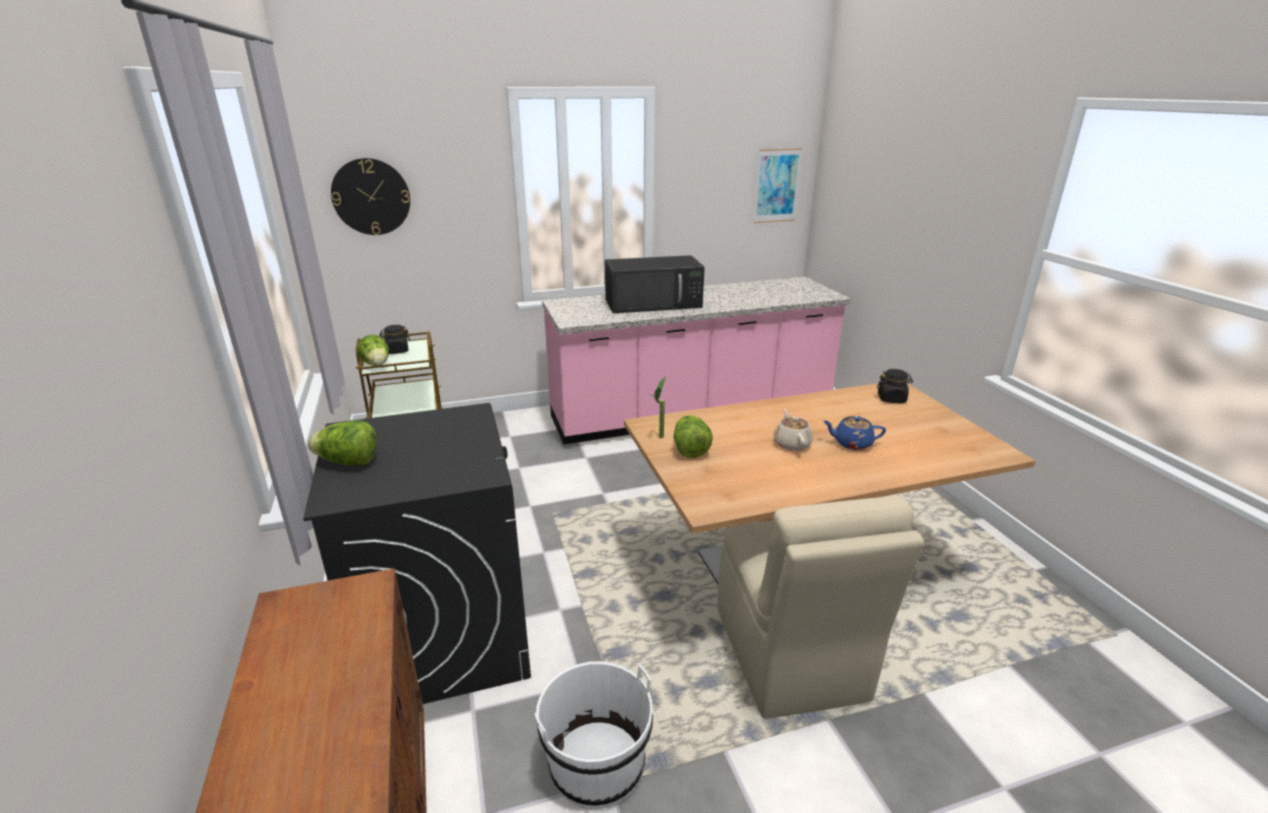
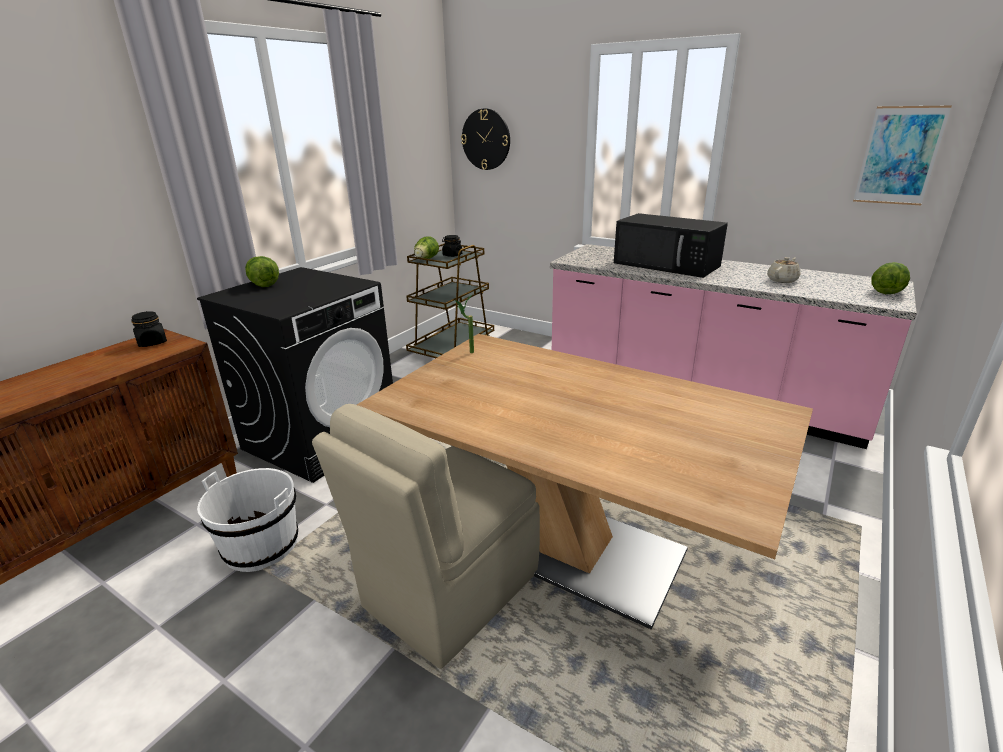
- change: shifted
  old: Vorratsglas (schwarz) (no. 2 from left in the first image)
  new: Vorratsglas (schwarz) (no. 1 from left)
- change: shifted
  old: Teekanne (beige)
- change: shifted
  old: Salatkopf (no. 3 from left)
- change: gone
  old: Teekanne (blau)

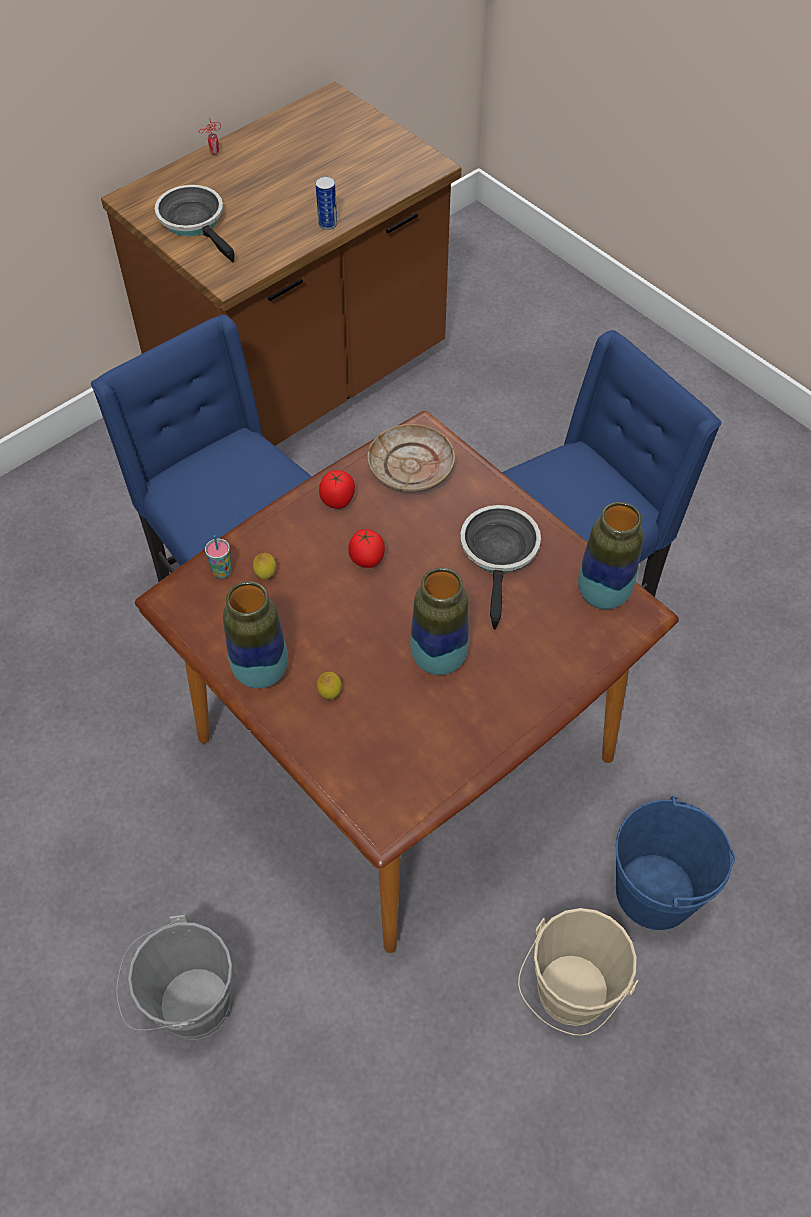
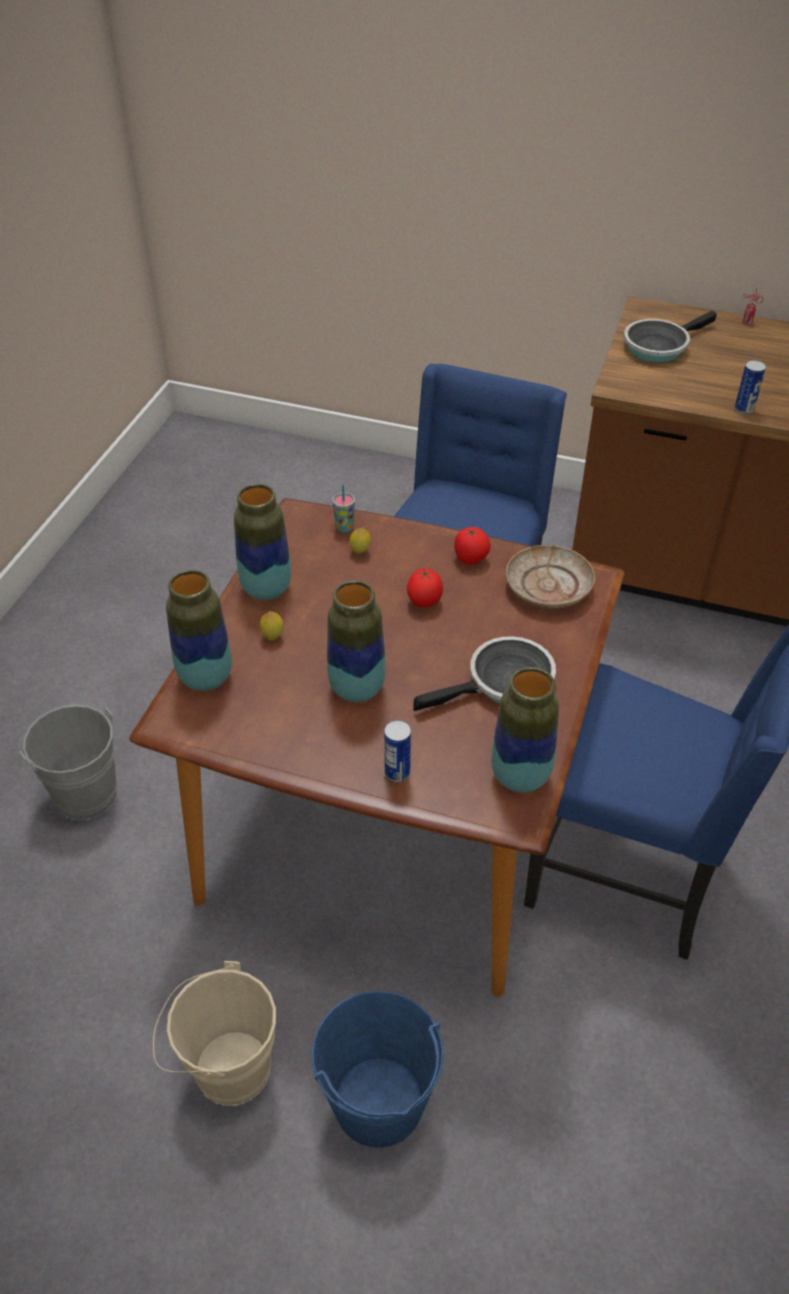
- change: rotated
  old: Pfanne (no. 1 from left in the first image)
  degrees: -150
- change: new
  new: Vase (no. 1 from left)
- change: new
  new: Dose (no. 1 from left)

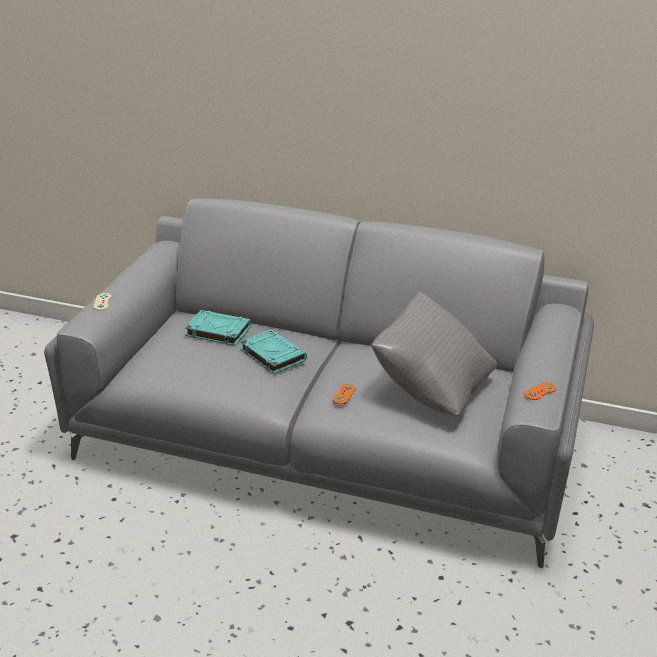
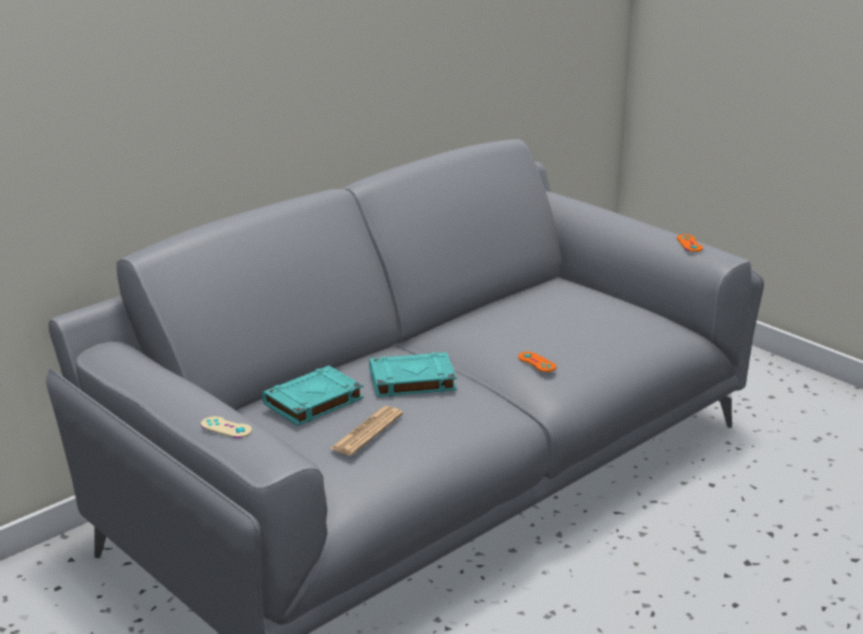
- change: gone
  old: Kissen (grau)
- change: new
  new: Zeitung

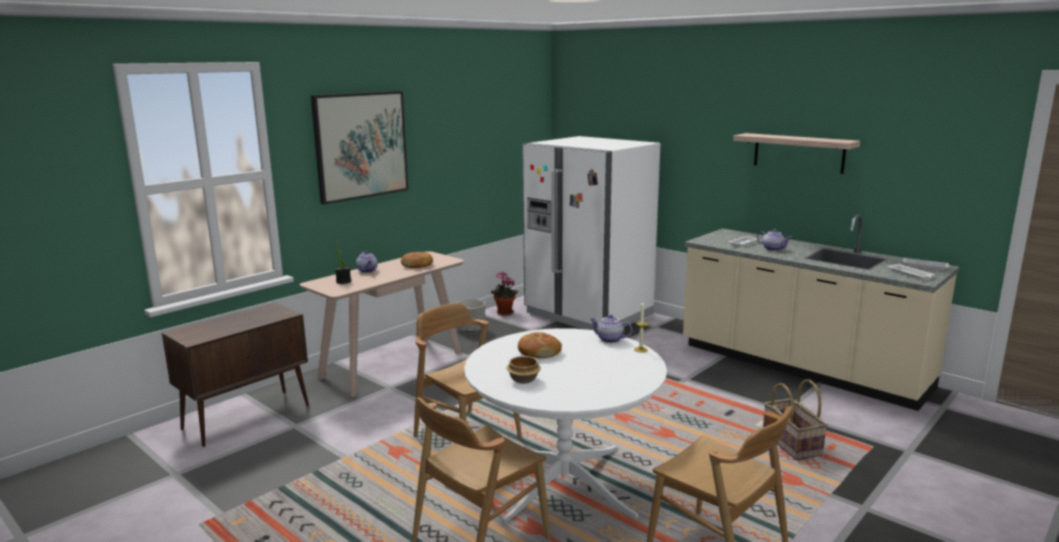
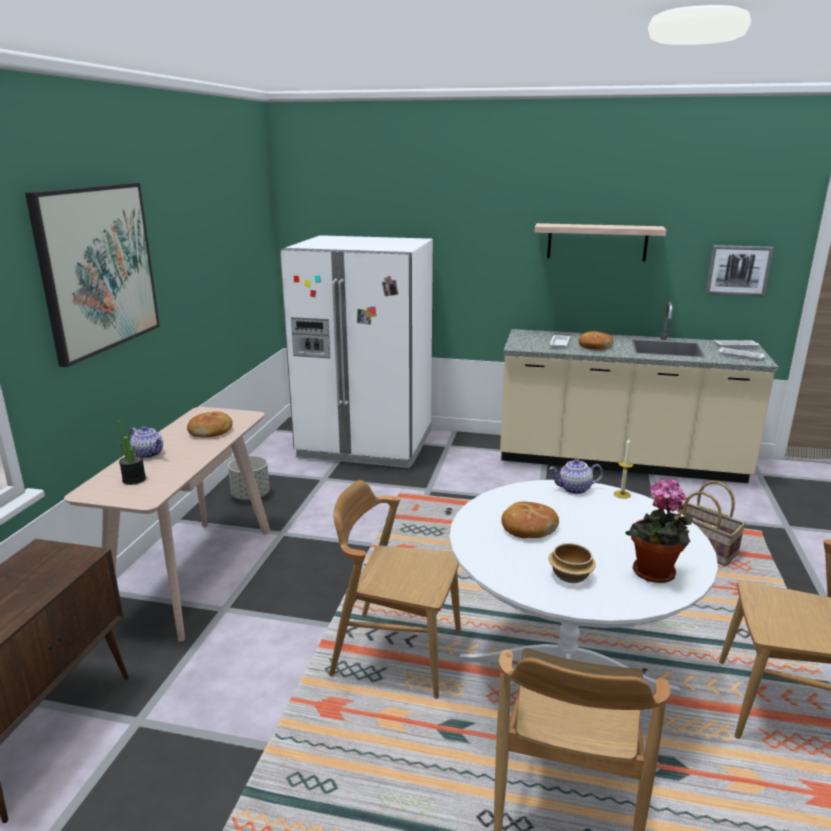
- change: swapped
  old: Teekanne (no. 3 from left)
  new: Brot (no. 3 from left)
- change: shifted
  old: Topfpflanze (no. 2 from left)
- change: new
  new: Bild (no. 2 from left)

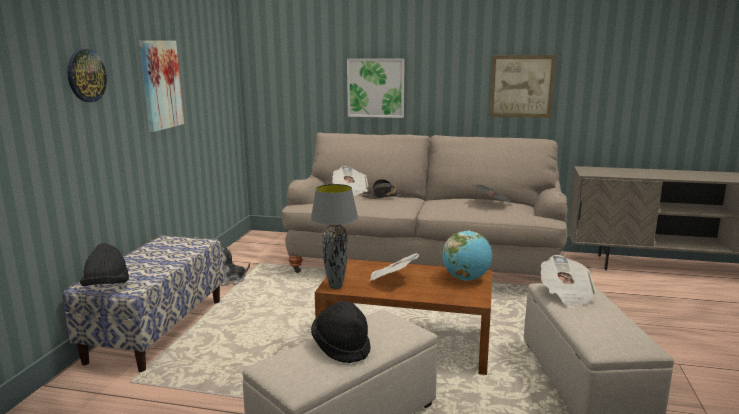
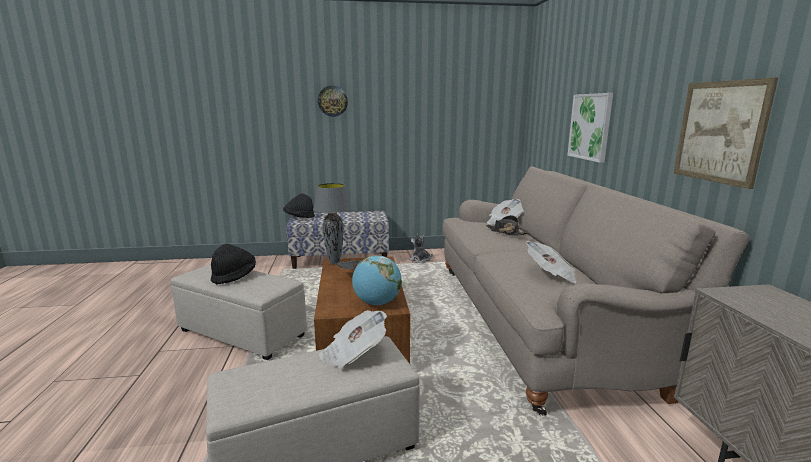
- change: gone
  old: Bild (no. 1 from left)

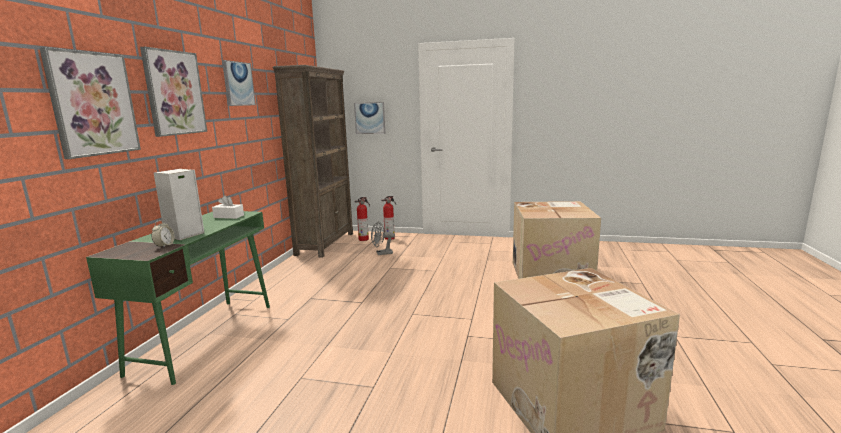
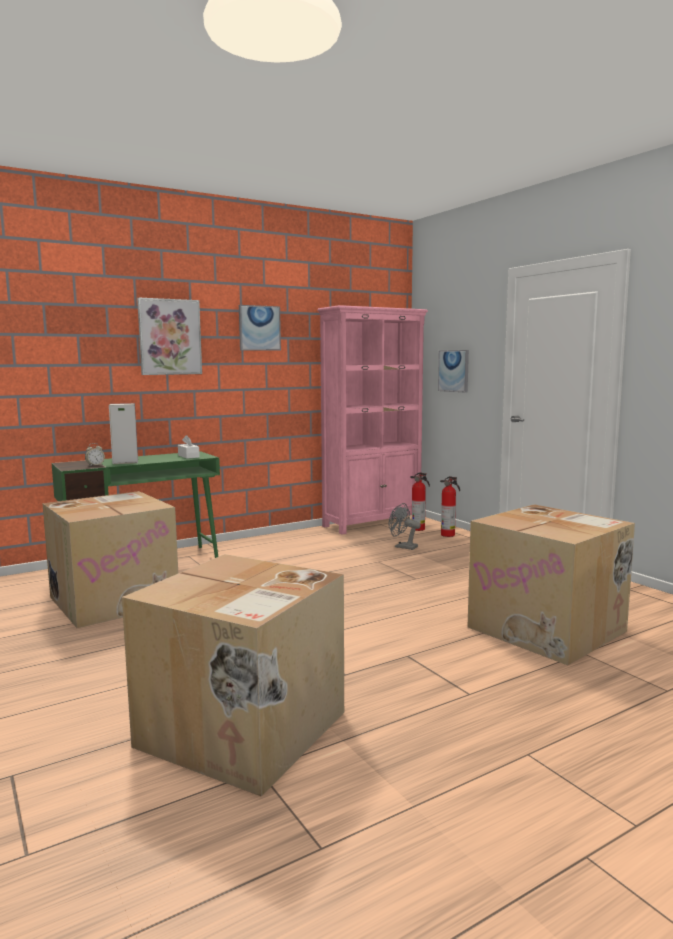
- change: gone
  old: Bild (no. 1 from left)
- change: repainted
  old: Bücherregal (braun)
  new: Bücherregal (rosa)
- change: new
  new: Karton (no. 1 from left)

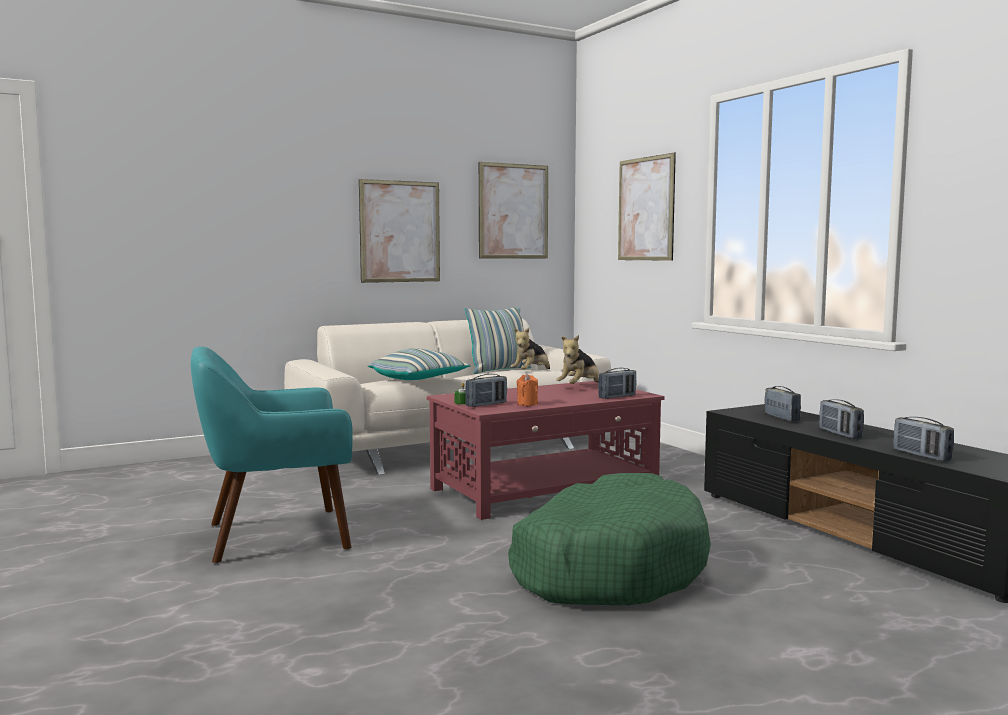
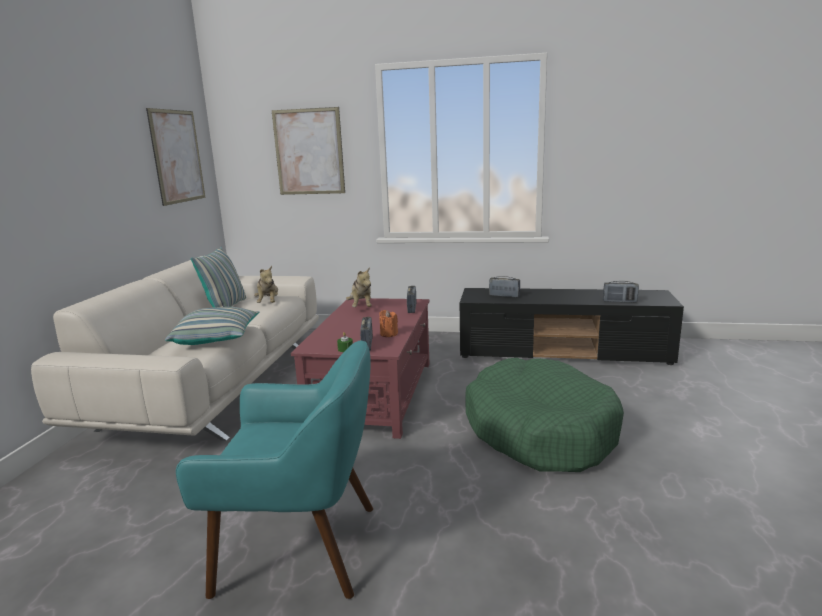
- change: gone
  old: Bild (no. 1 from left)
- change: rotated
  old: Sessel (türkis)
  degrees: -105
- change: gone
  old: Radio (no. 4 from left)

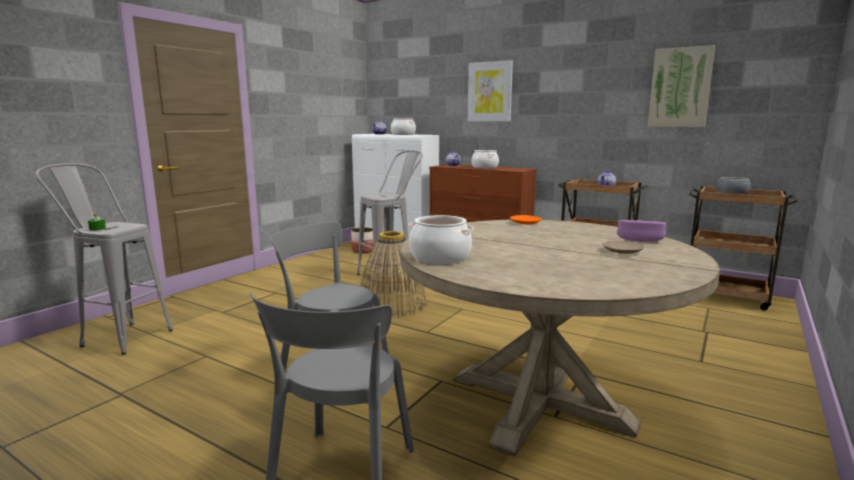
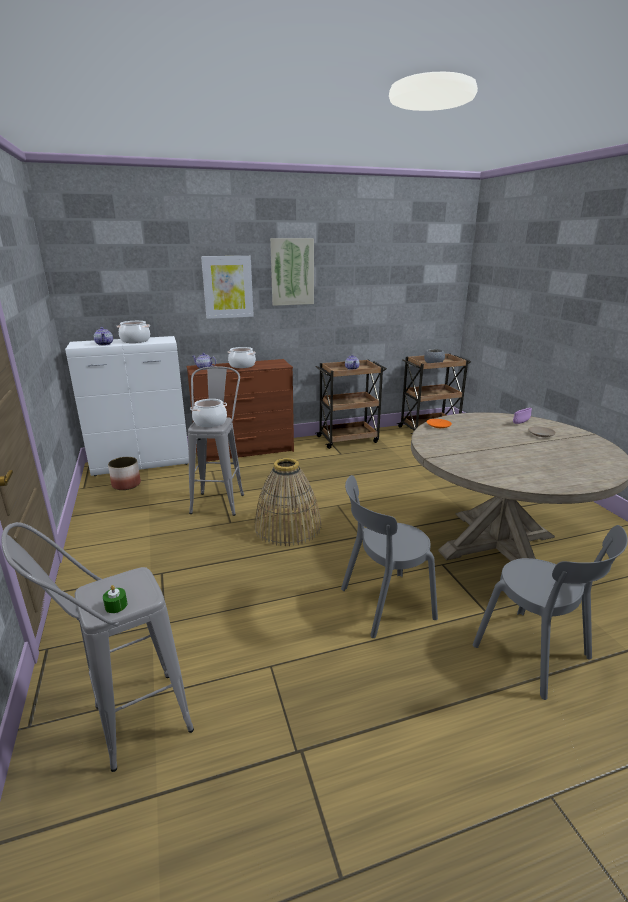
- change: shifted
  old: Bild (no. 2 from left)
- change: shifted
  old: Kochtopf (no. 2 from left)

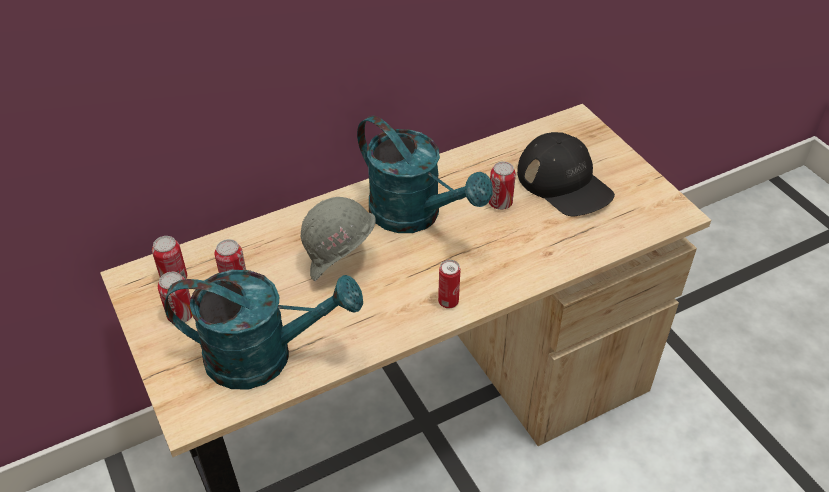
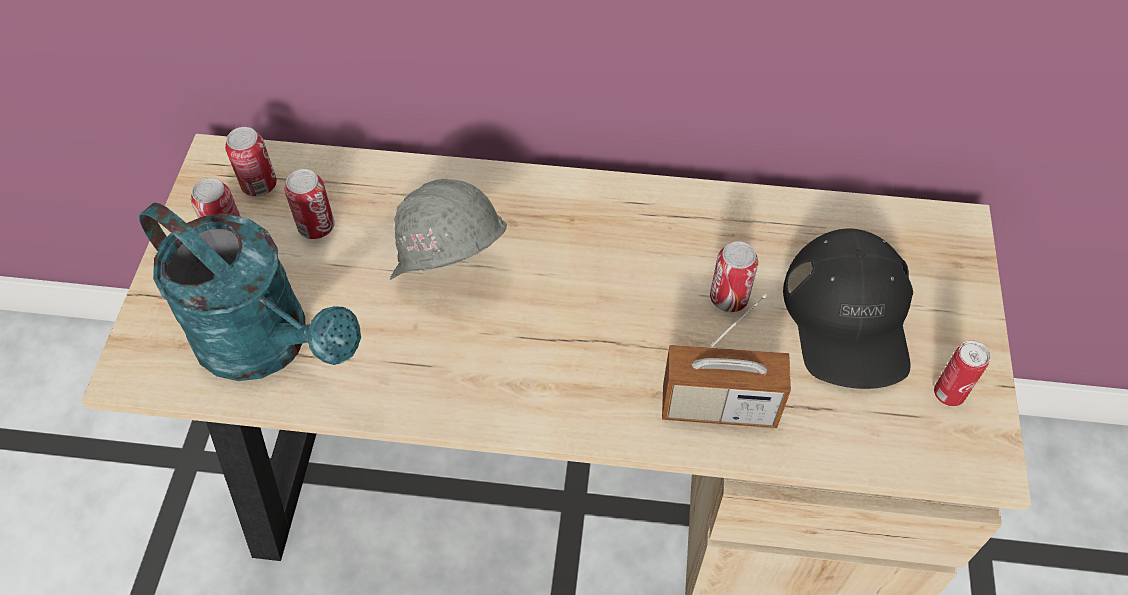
- change: gone
  old: Gießkanne (türkis) (no. 2 from left)
- change: shifted
  old: Dose (no. 4 from left in the first image)
  new: Dose (no. 5 from left)
- change: new
  new: Radio

